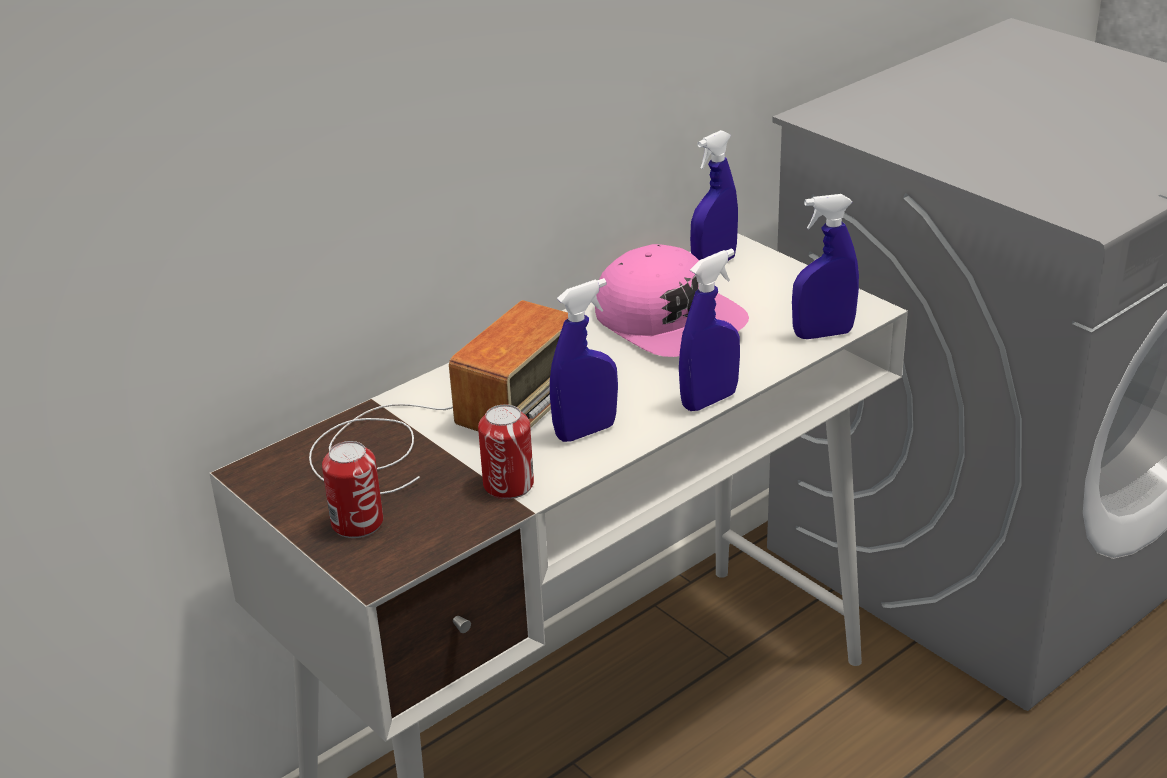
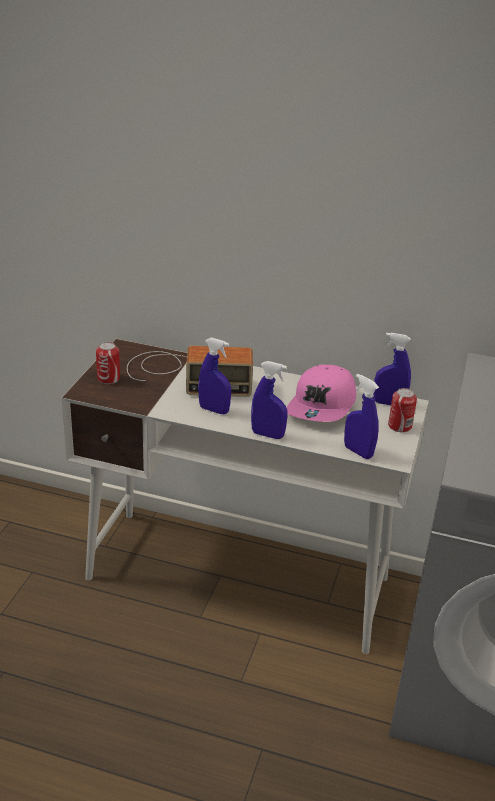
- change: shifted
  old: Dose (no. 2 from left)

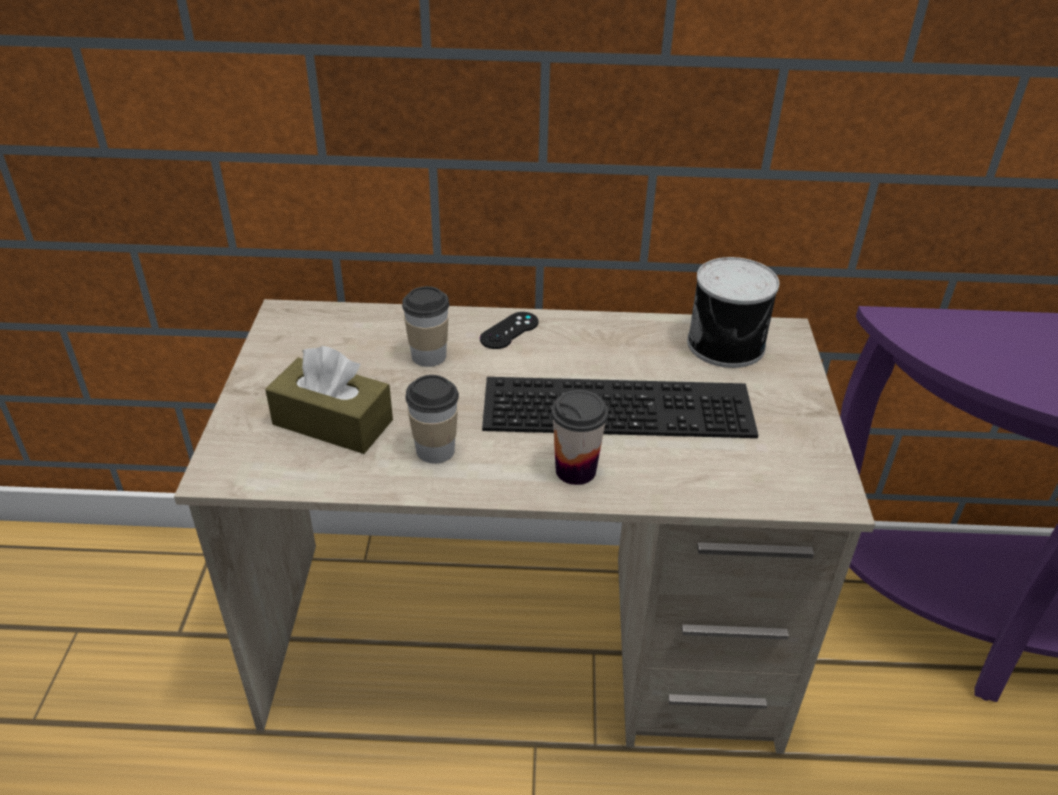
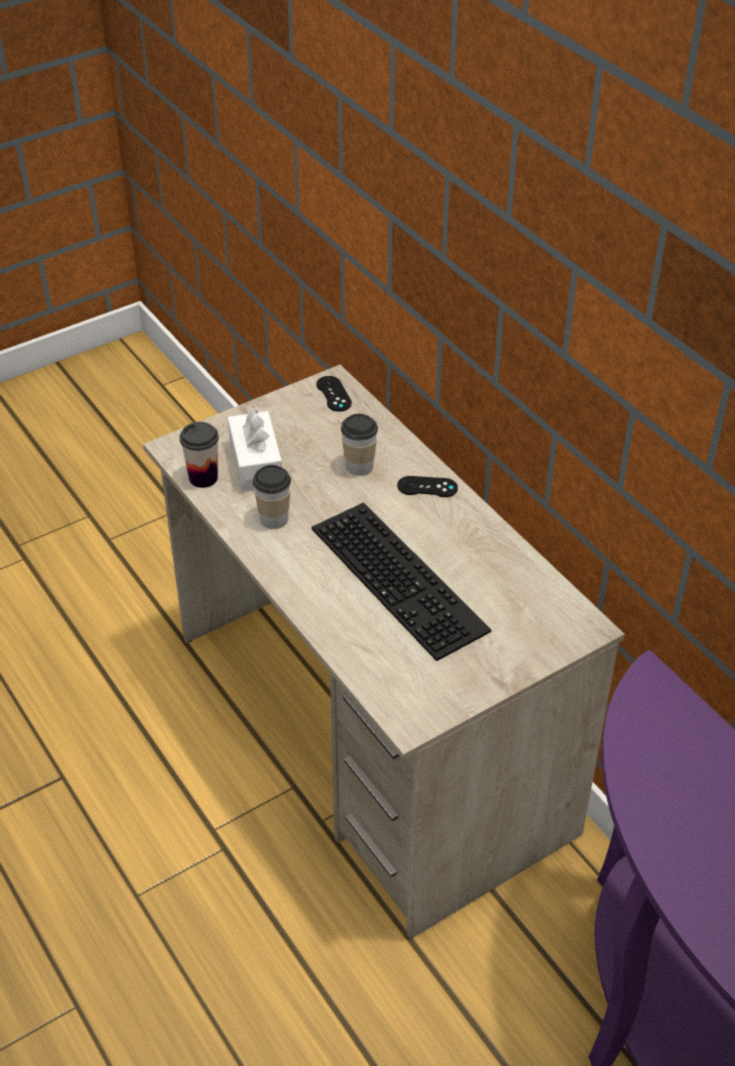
- change: gone
  old: Dose
- change: repainted
  old: Taschentuchbox (braun)
  new: Taschentuchbox (weiß)
- change: shifted
  old: Tasse (no. 3 from left in the first image)
  new: Tasse (no. 1 from left)
- change: new
  new: Gamepad (schwarz) (no. 1 from left)

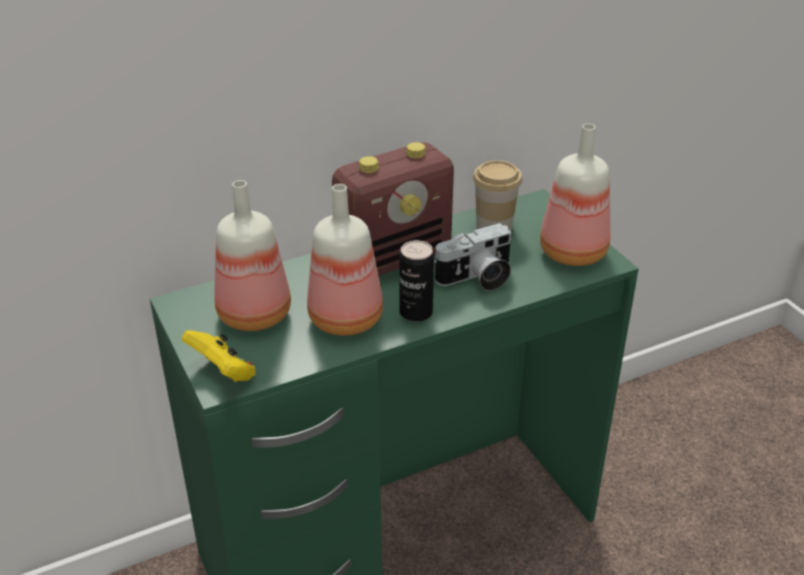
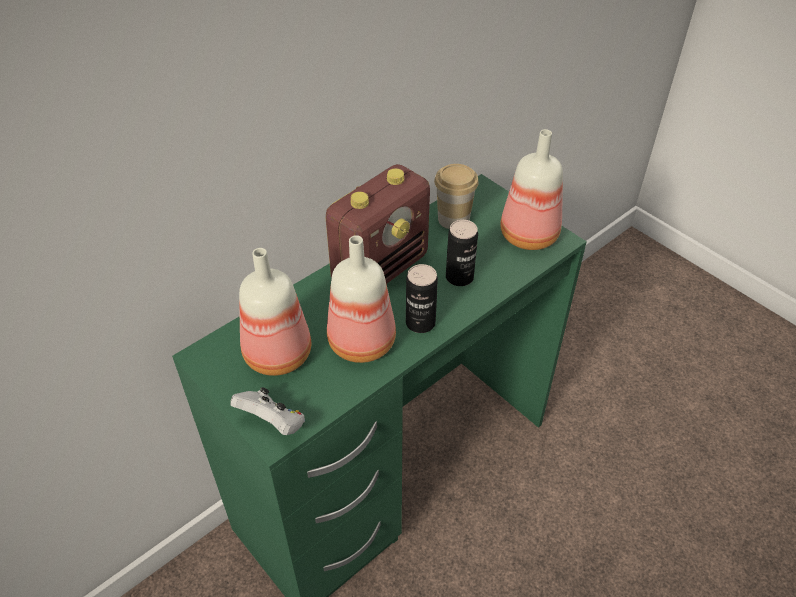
- change: swapped
  old: Kamera
  new: Dose (no. 2 from left)
- change: repainted
  old: Gamepad (gelb)
  new: Gamepad (weiß)

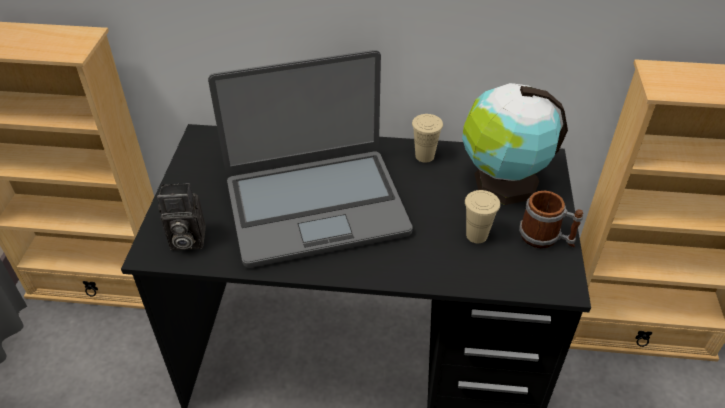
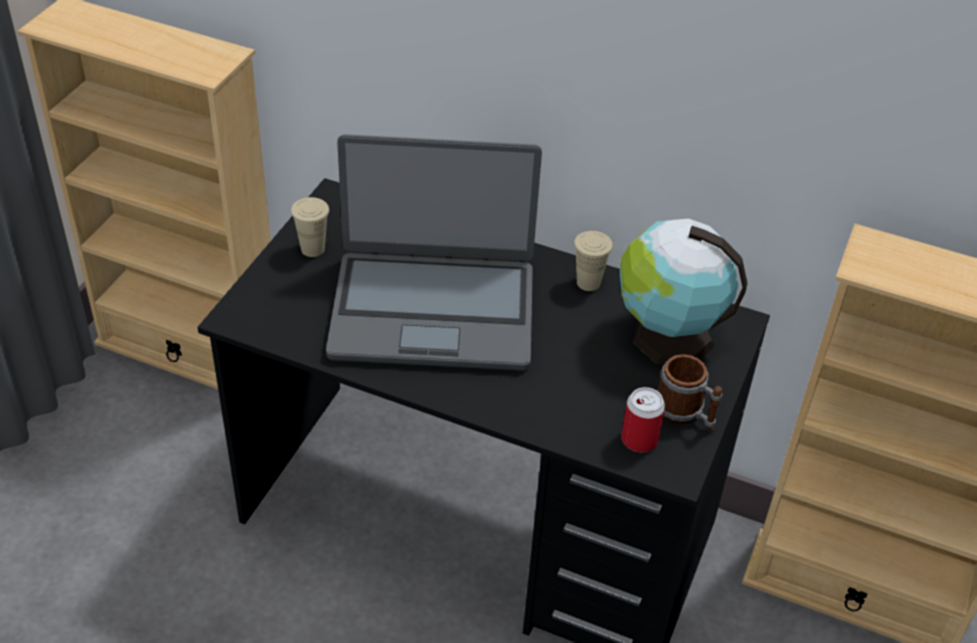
- change: gone
  old: Kamera
- change: shifted
  old: Tasse (beige) (no. 2 from left in the first image)
  new: Tasse (beige) (no. 1 from left)
- change: new
  new: Dose

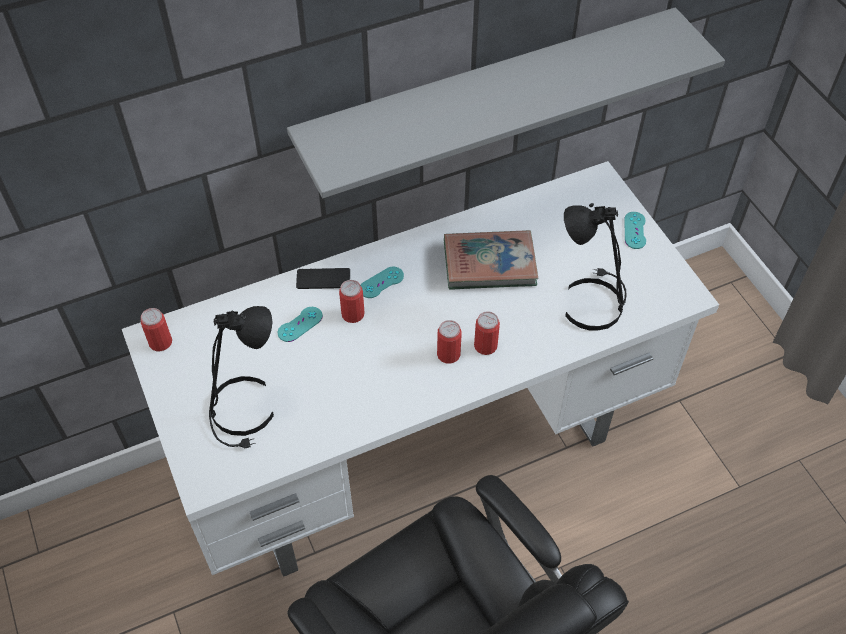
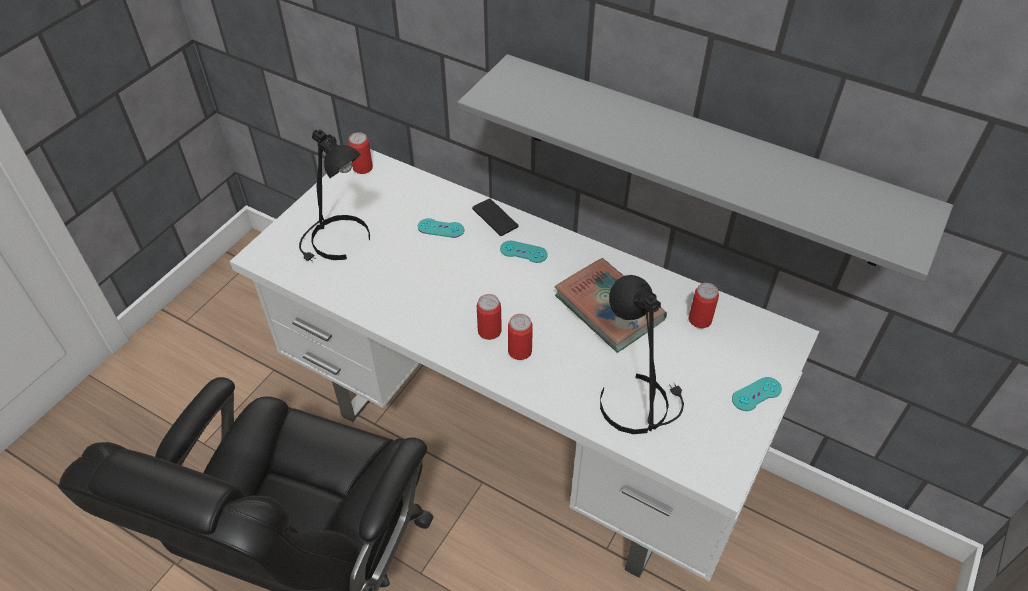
- change: shifted
  old: Dose (no. 2 from left in the first image)
  new: Dose (no. 4 from left)

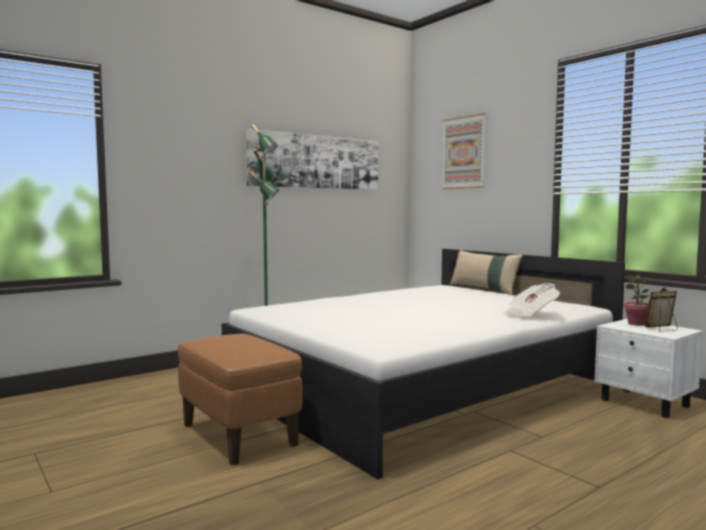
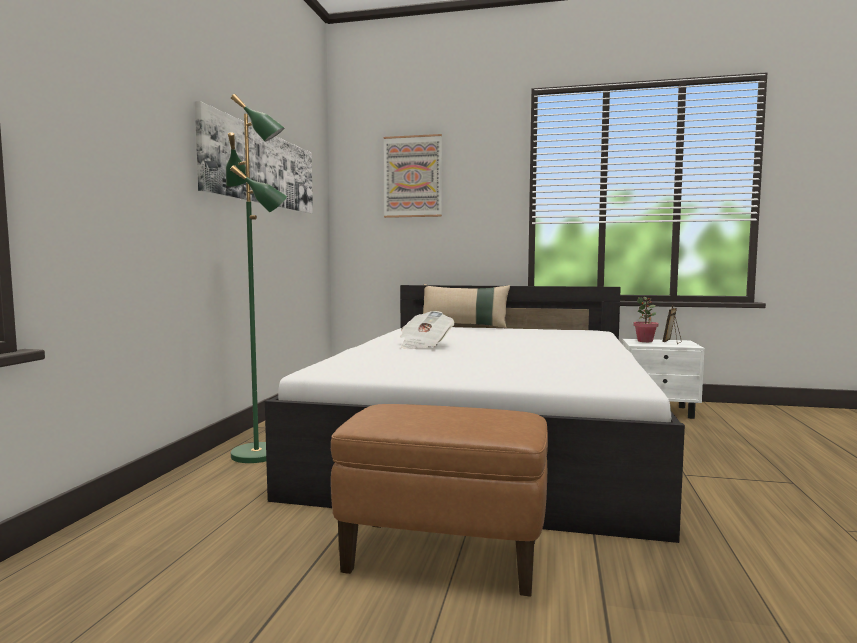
- change: shifted
  old: Zeitung

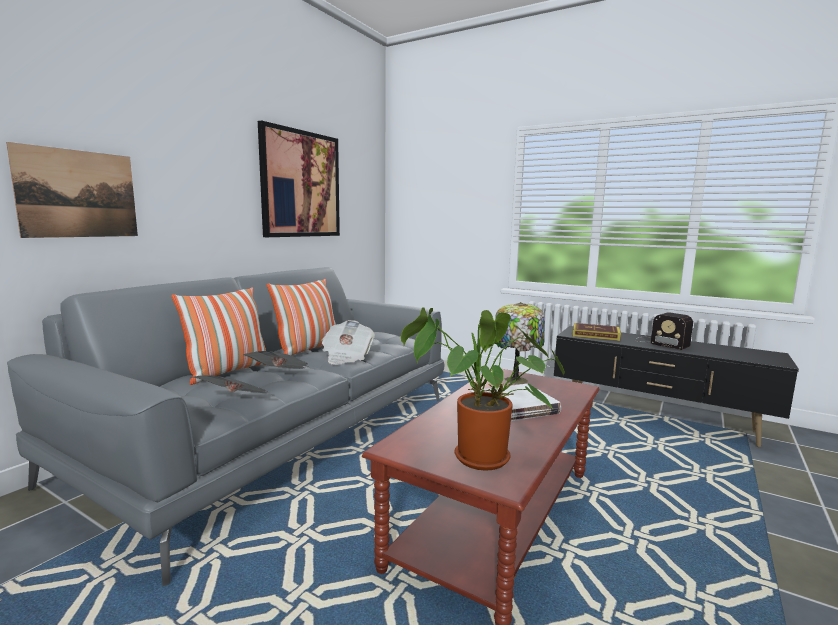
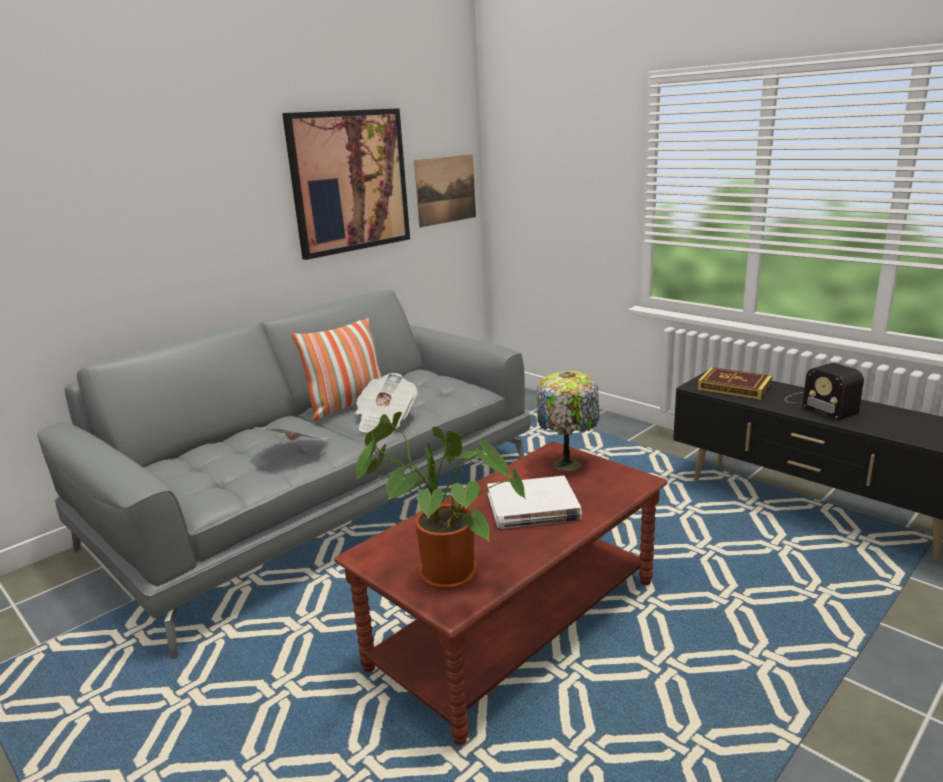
- change: shifted
  old: Bild (no. 1 from left in the first image)
  new: Bild (no. 2 from left)
- change: gone
  old: Kissen (no. 1 from left)
- change: gone
  old: Zeitung (no. 1 from left)

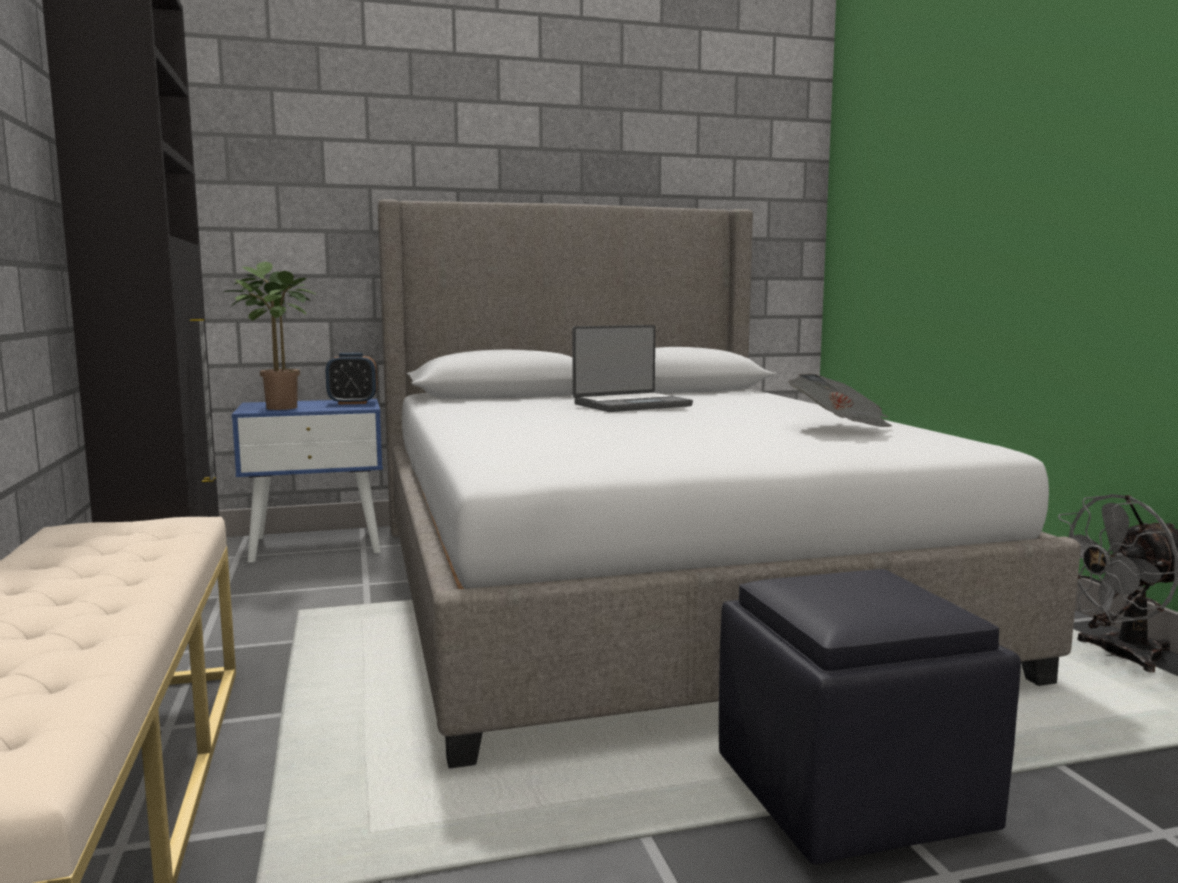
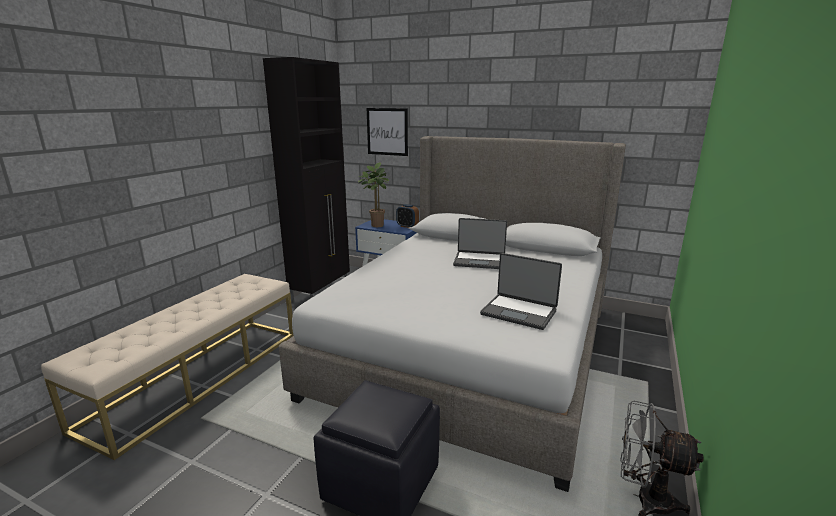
- change: swapped
  old: Zeitung
  new: Laptop (no. 2 from left)
- change: new
  new: Bild

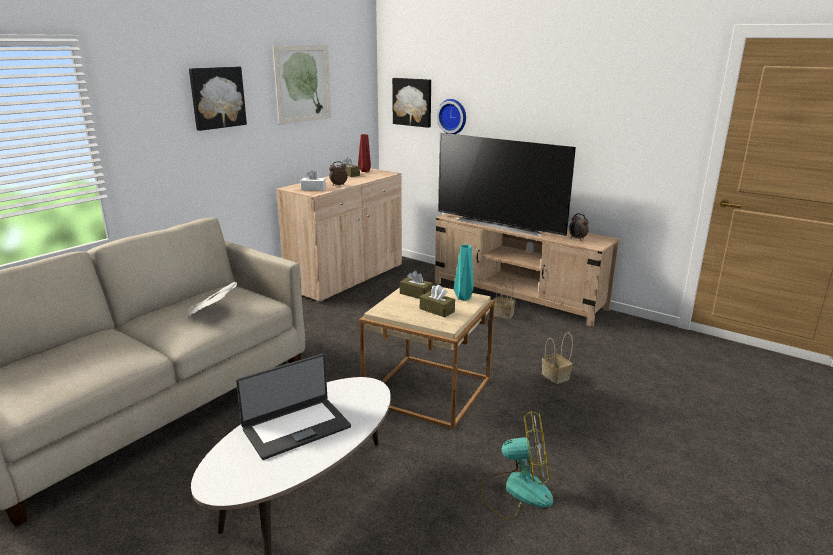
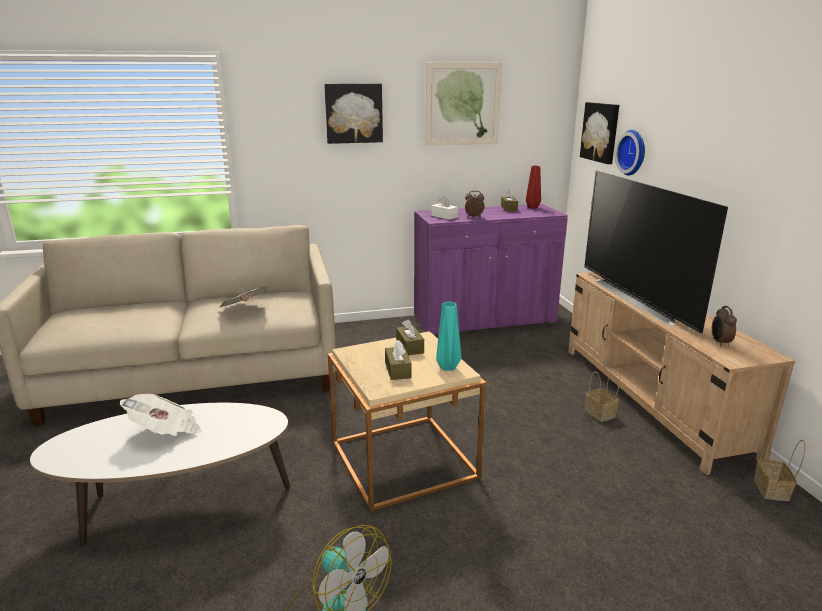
- change: repainted
  old: Schrank (beige)
  new: Schrank (lila)
- change: shifted
  old: Korb (no. 2 from left)
- change: swapped
  old: Laptop
  new: Zeitung (no. 1 from left)

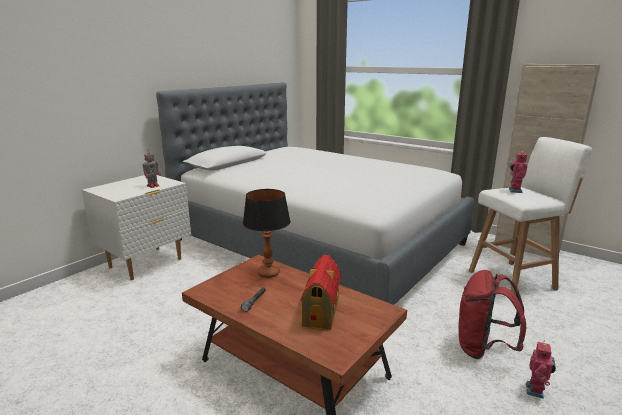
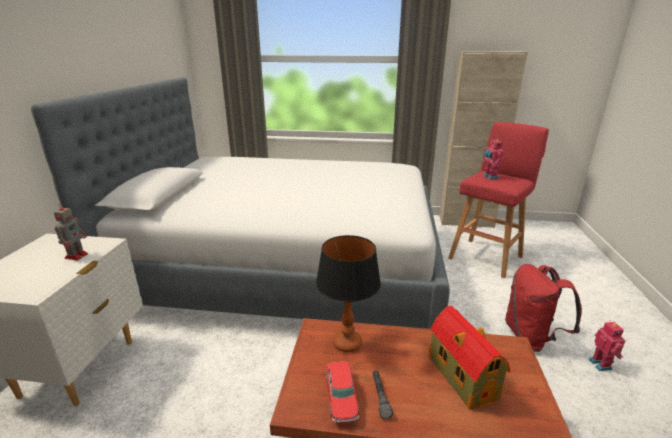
- change: repainted
  old: Hocker (weiß)
  new: Hocker (rot)
- change: new
  new: Spielzeugauto

